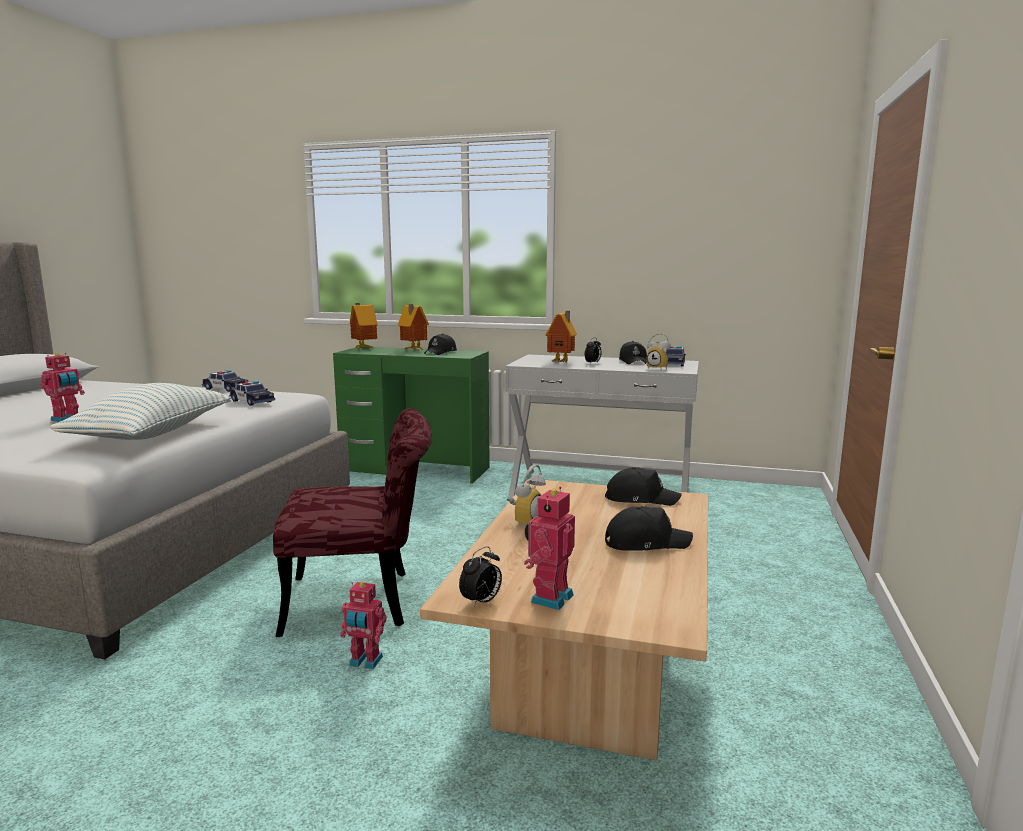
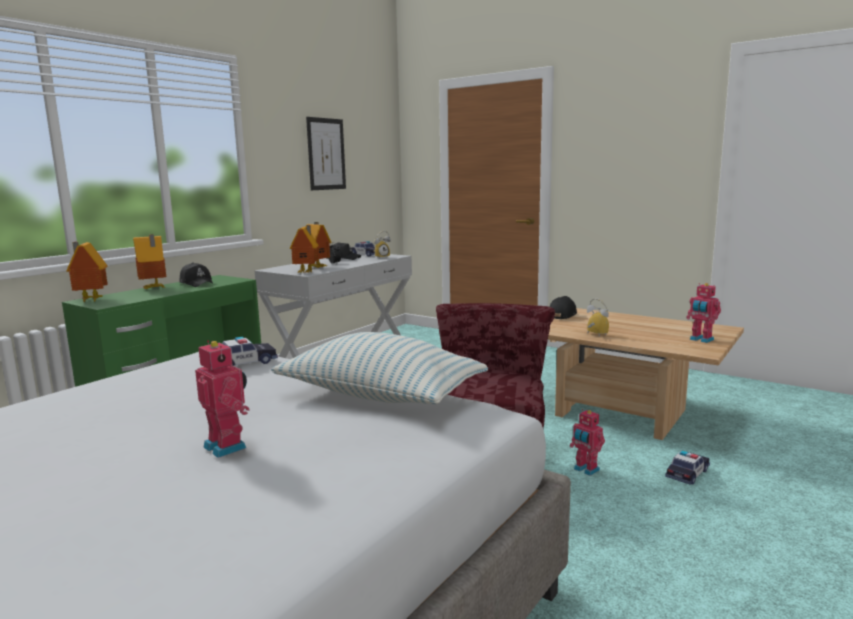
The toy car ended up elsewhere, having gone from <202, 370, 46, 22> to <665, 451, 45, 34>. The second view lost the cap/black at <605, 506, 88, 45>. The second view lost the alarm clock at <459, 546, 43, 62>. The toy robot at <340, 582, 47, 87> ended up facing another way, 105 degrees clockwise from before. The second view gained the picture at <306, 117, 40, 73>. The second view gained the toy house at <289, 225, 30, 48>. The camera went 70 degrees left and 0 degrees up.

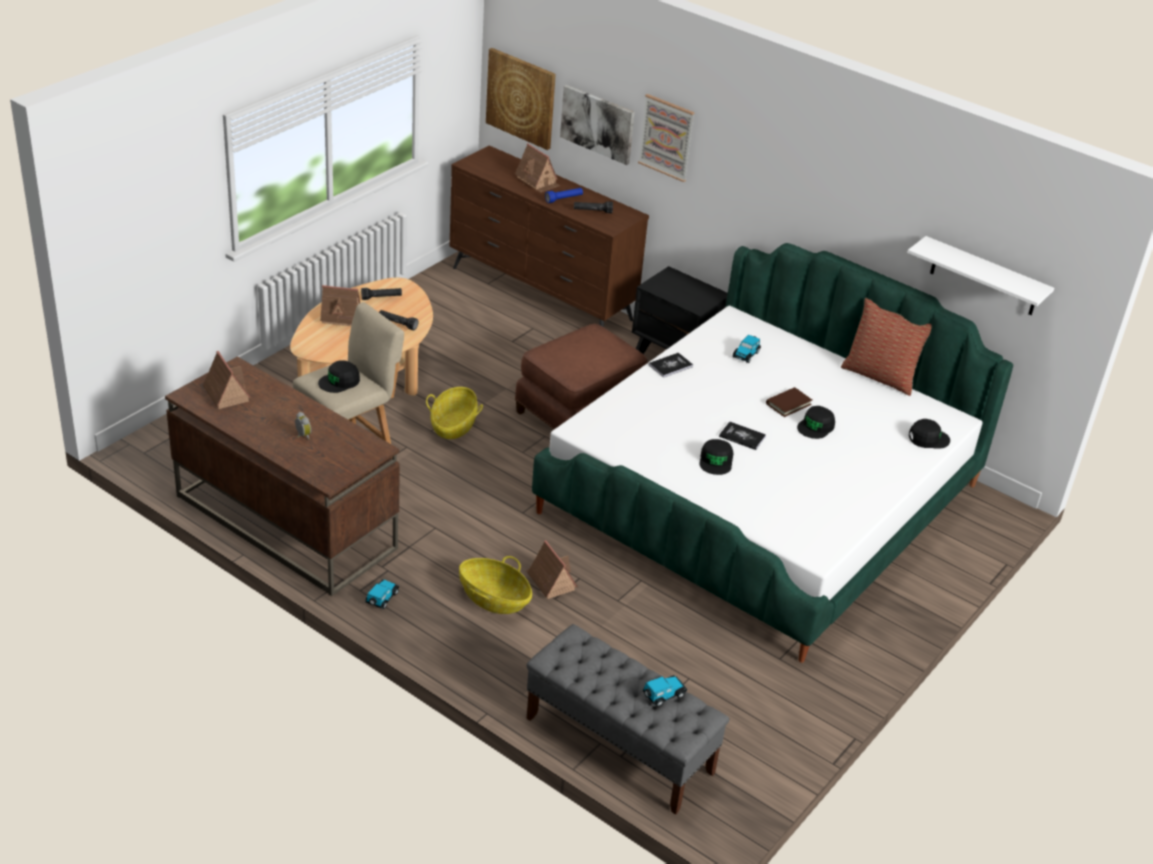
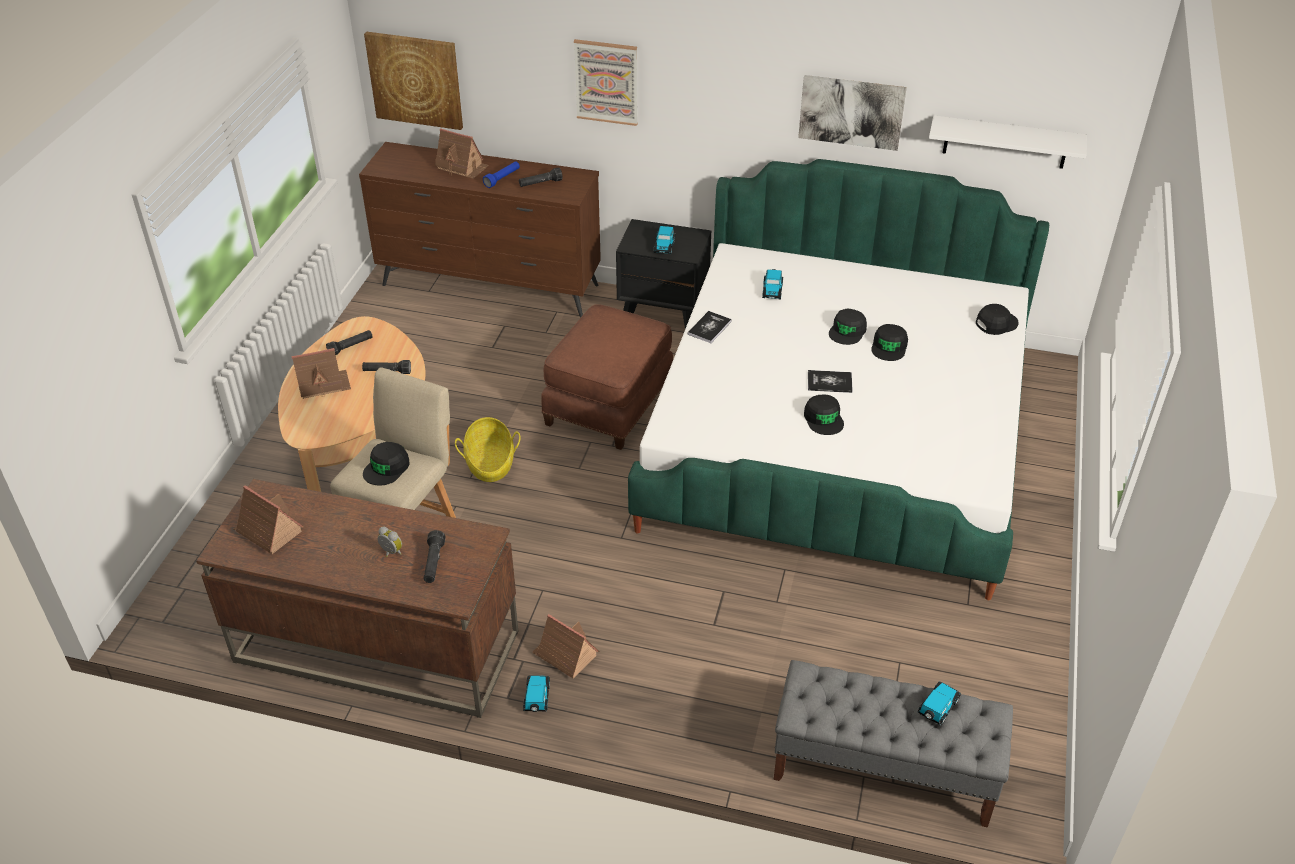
The picture ended up elsewhere, having gone from <560, 85, 75, 80> to <798, 75, 109, 76>. The second view lost the pillow at <841, 298, 91, 98>. Where the book/brown stood at <766, 387, 46, 30>, the cap/black came to stand at <829, 309, 38, 36>. The toy house ended up elsewhere, having gone from <526, 540, 52, 59> to <532, 614, 67, 65>. The second view lost the basket at <459, 556, 73, 58>. The second view gained the toy car at <654, 226, 21, 28>. The second view gained the flashlight/black at <424, 530, 22, 53>. The camera went 20 degrees left and 5 degrees up.

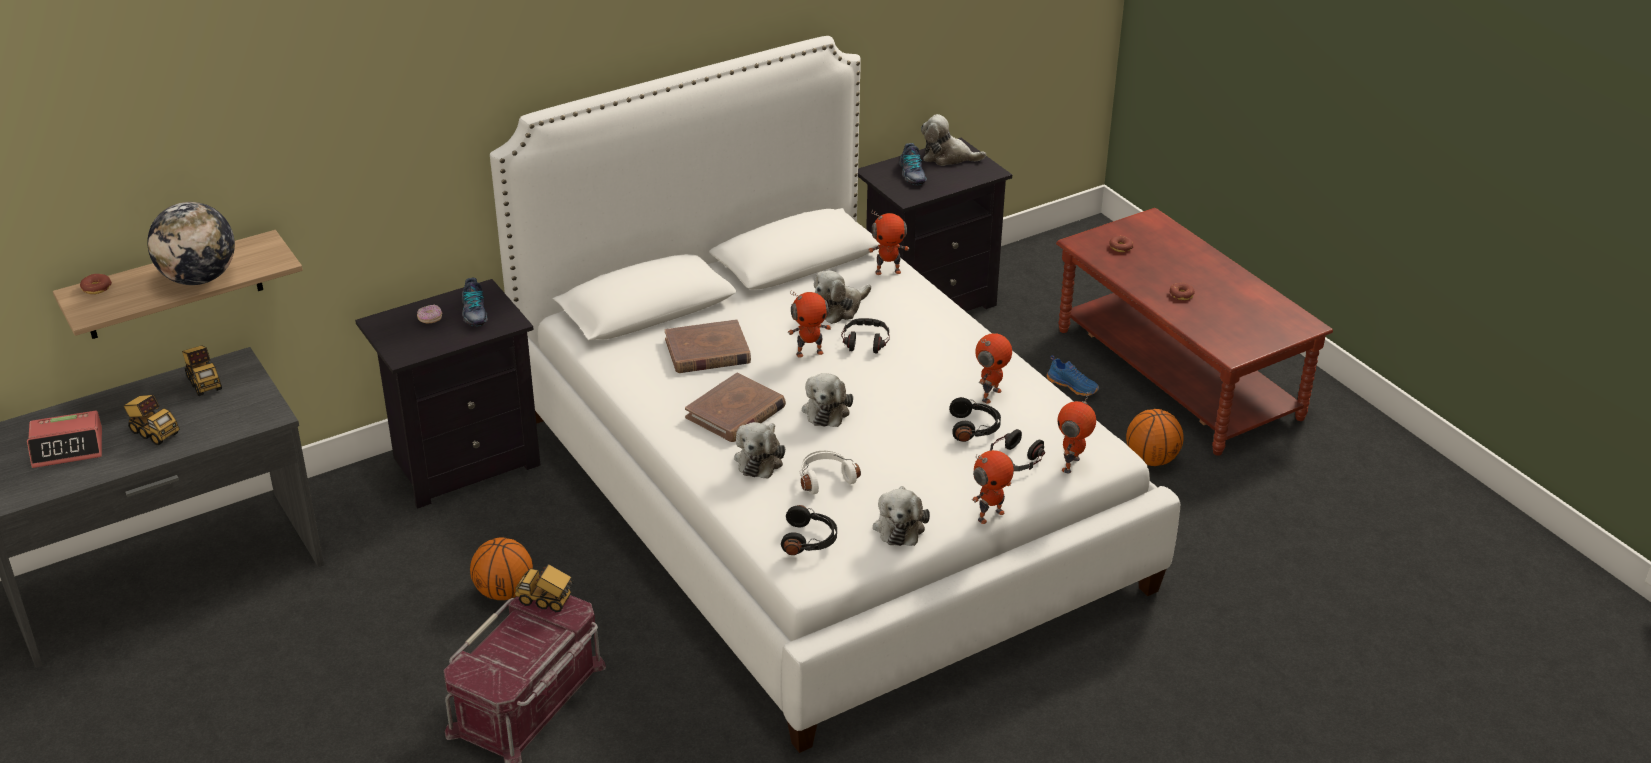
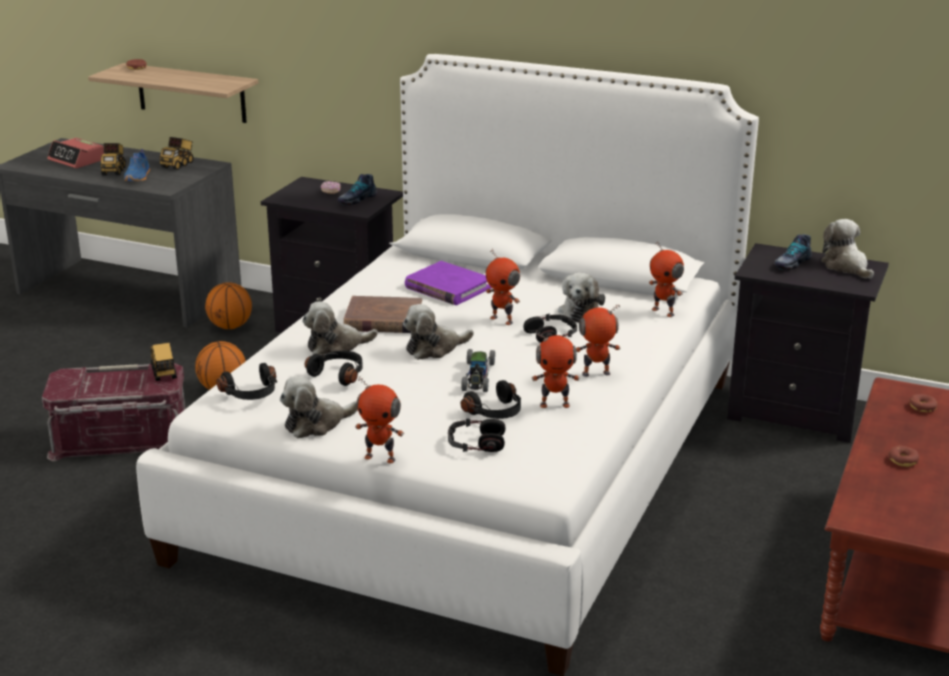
The second view lost the globe at <147, 202, 88, 83>. The plush toy at <814, 270, 57, 54> ended up facing another way, 90 degrees counterclockwise from before. What was the book/brown at <665, 319, 86, 54> turned into the book/purple at <405, 261, 87, 44>. The shoe/blue ended up elsewhere, having gone from <1047, 355, 52, 41> to <124, 149, 26, 32>. The toy robot ended up elsewhere, having gone from <1058, 391, 38, 83> to <576, 305, 45, 72>. The basketball ended up elsewhere, having gone from <1126, 409, 58, 57> to <205, 282, 47, 47>. What was the headphones/white at <799, 450, 62, 44> turned into the headphones/black at <304, 351, 59, 35>. The second view gained the toy car at <461, 349, 34, 43>. The camera went 55 degrees right and 10 degrees down.

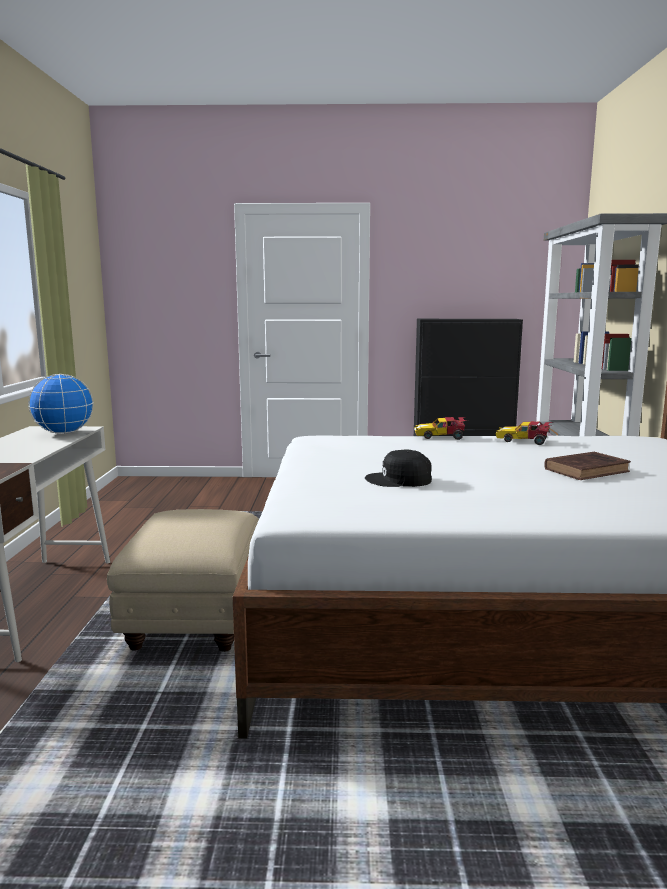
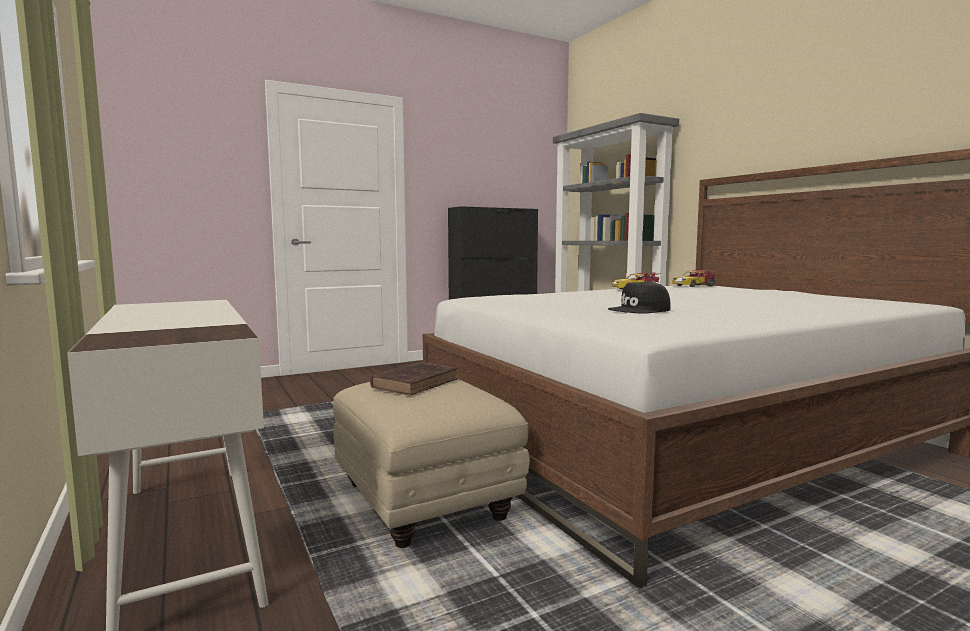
The second view lost the globe at <28, 374, 66, 60>. The toy car ended up elsewhere, having gone from <414, 417, 53, 23> to <672, 270, 43, 17>. The book/brown ended up elsewhere, having gone from <544, 452, 87, 28> to <370, 362, 88, 34>. The camera went 30 degrees left and 5 degrees down.

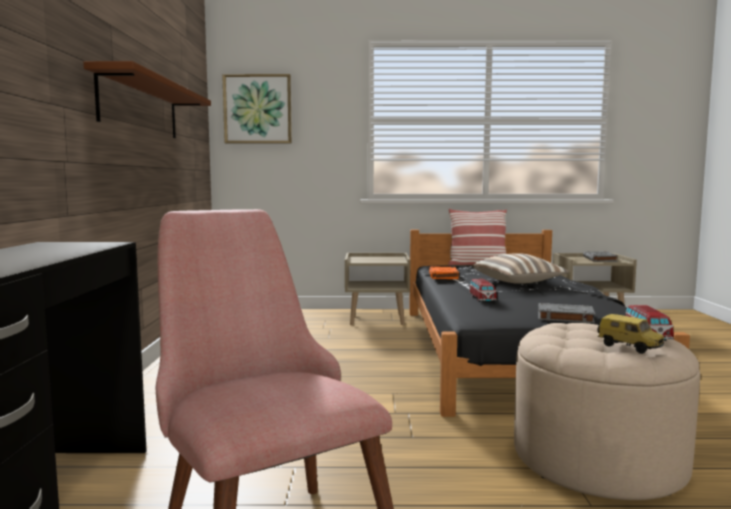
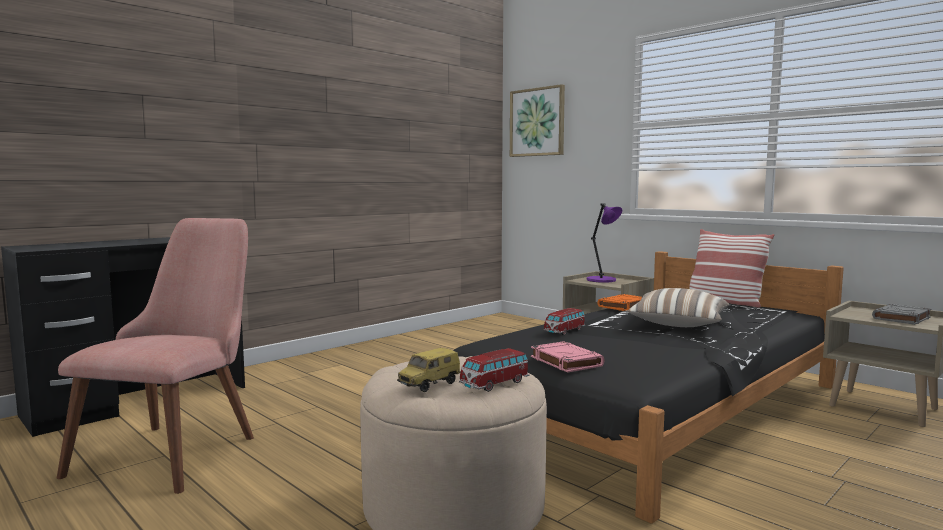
The second view lost the shelf/brown at <83, 61, 128, 77>. What was the book/grey at <538, 303, 57, 20> turned into the book/pink at <531, 341, 74, 31>. The toy car at <598, 314, 66, 40> ended up facing another way, 45 degrees clockwise from before. The second view gained the table lamp/purple at <586, 203, 36, 80>. The camera went 45 degrees right and 0 degrees up.

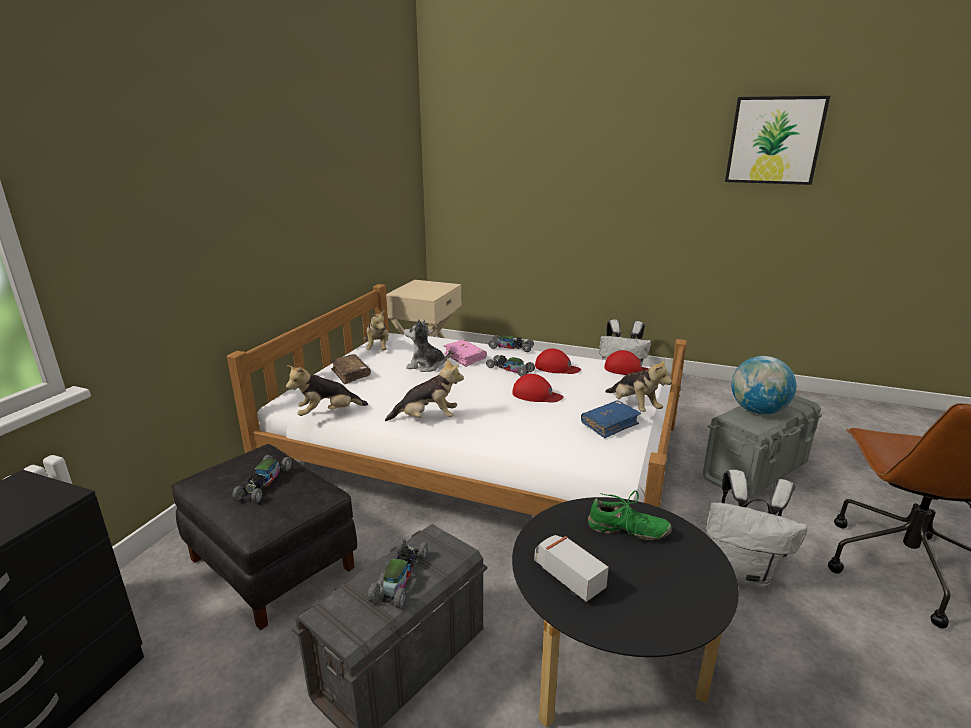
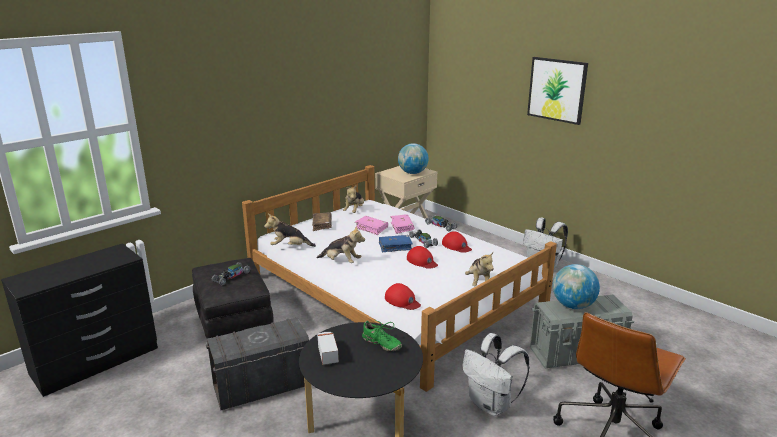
The picture ended up elsewhere, having gone from <725, 96, 105, 89> to <527, 57, 61, 68>. Where the plush toy stood at <404, 319, 47, 53>, the book/pink came to stand at <355, 216, 33, 19>. The cap/red ended up elsewhere, having gone from <604, 350, 45, 25> to <385, 283, 36, 27>. The book/blue ended up elsewhere, having gone from <581, 401, 60, 37> to <379, 235, 34, 17>. The second view lost the toy car at <368, 539, 60, 69>. The second view gained the globe at <398, 143, 31, 31>. The camera went 25 degrees right and 0 degrees up.

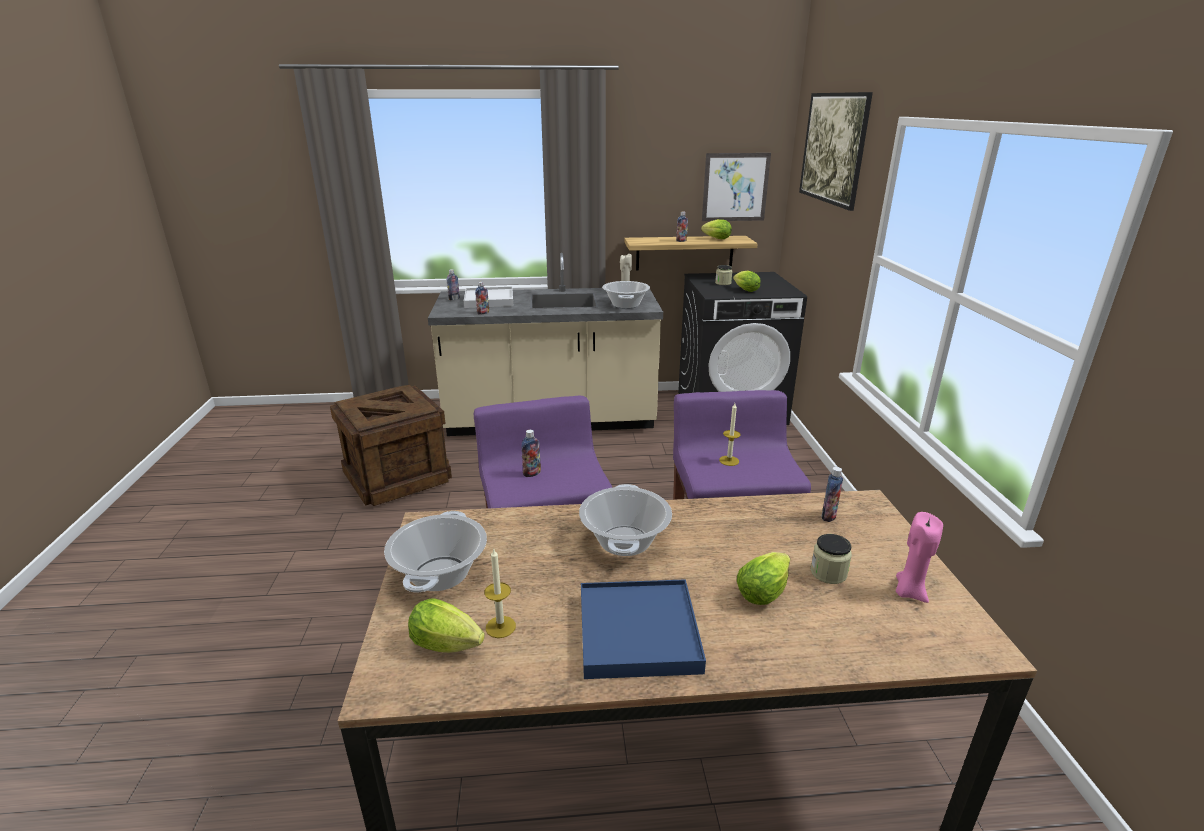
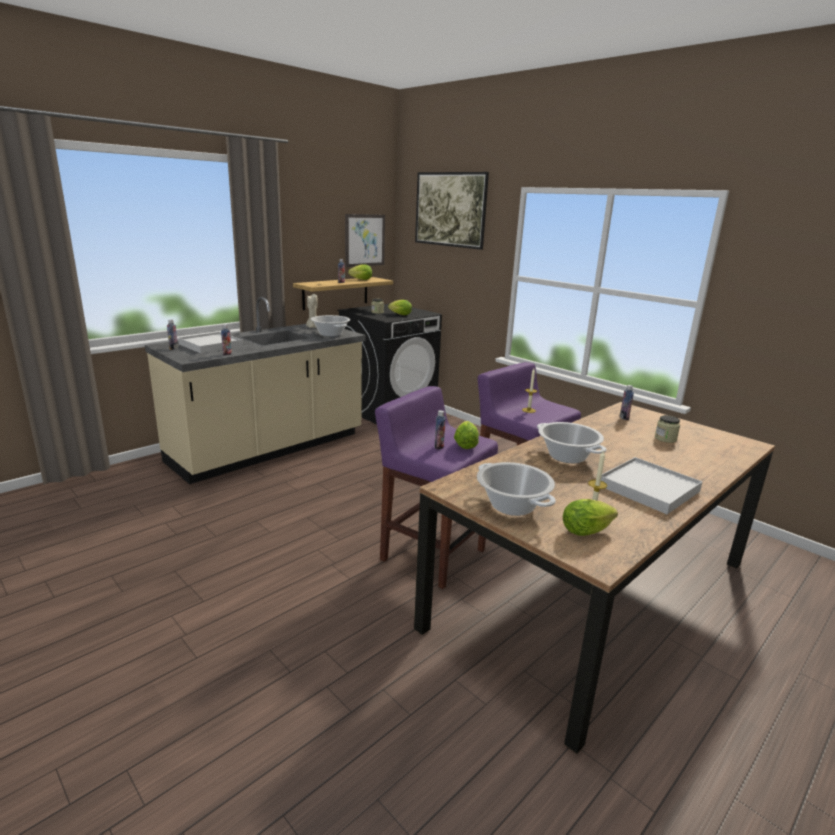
The second view lost the crate at <330, 385, 122, 121>. The second view lost the candle/pink at <896, 512, 47, 91>. The lettuce ended up elsewhere, having gone from <737, 552, 53, 53> to <454, 421, 25, 28>. What was the tray/blue at <581, 579, 125, 100> turned into the tray/white at <601, 457, 102, 57>. The camera went 40 degrees left and 5 degrees down.

